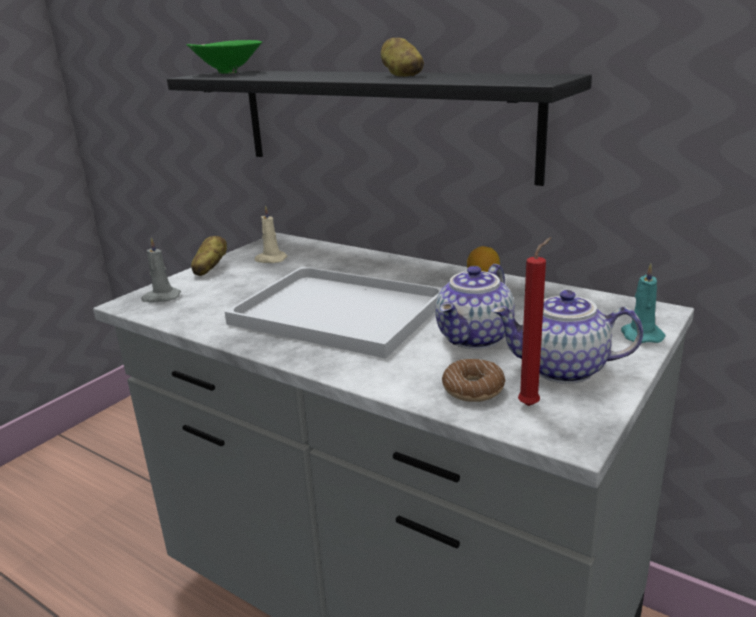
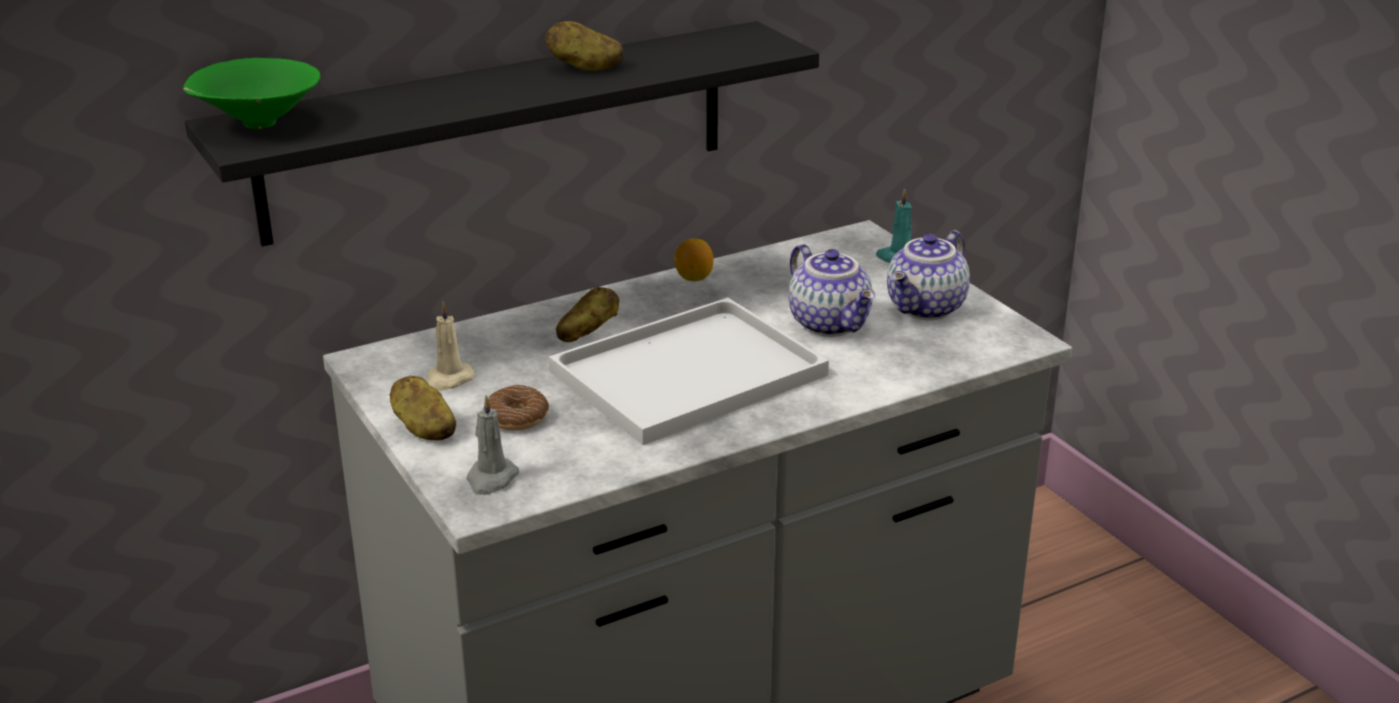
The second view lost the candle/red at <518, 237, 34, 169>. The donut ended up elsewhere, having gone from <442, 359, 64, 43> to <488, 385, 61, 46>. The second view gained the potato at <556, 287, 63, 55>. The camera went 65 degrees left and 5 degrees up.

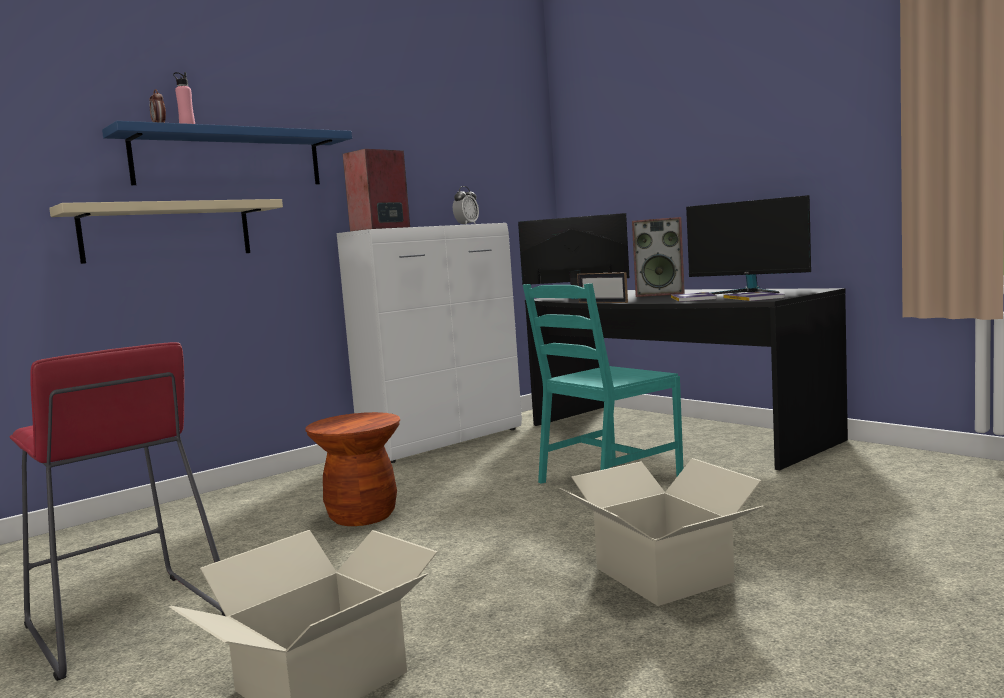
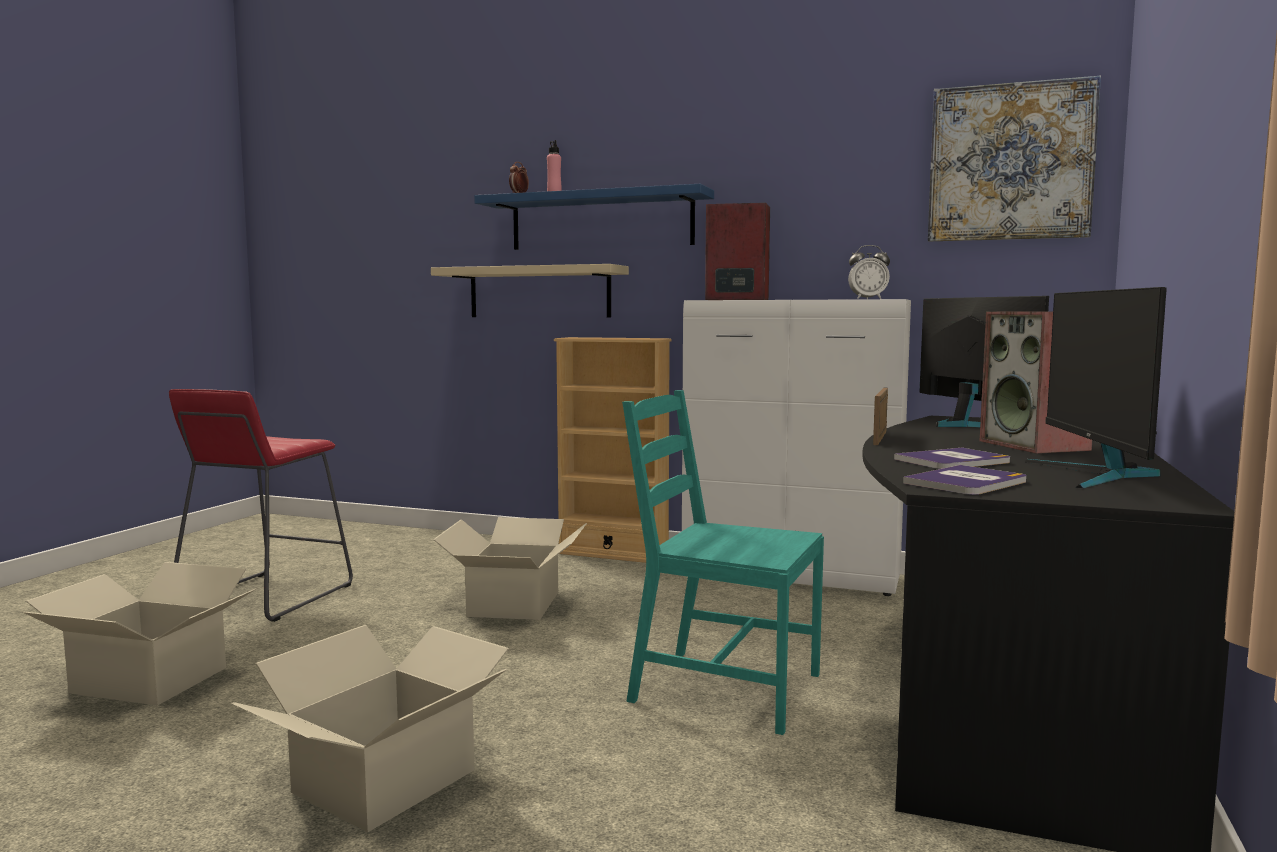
Where the stool/brown stood at <305, 412, 95, 114>, the cardboard box came to stand at <433, 517, 154, 103>. The second view gained the picture at <928, 75, 173, 166>. The second view gained the bookcase/beige at <554, 337, 118, 226>. The camera went 60 degrees right and 0 degrees up.

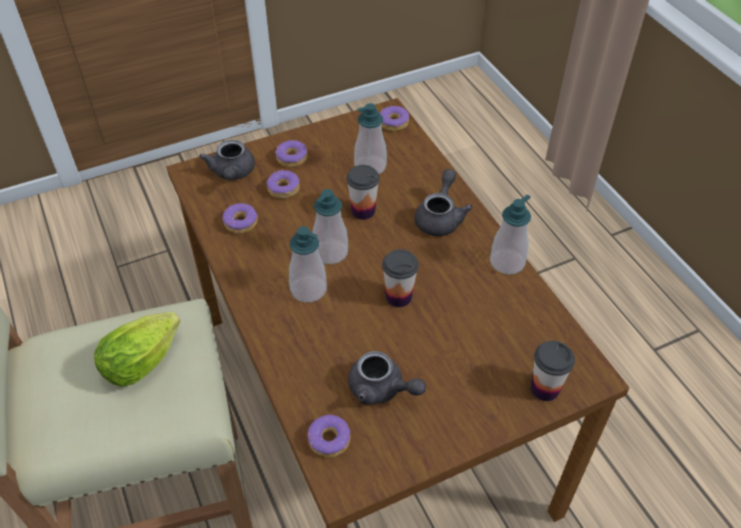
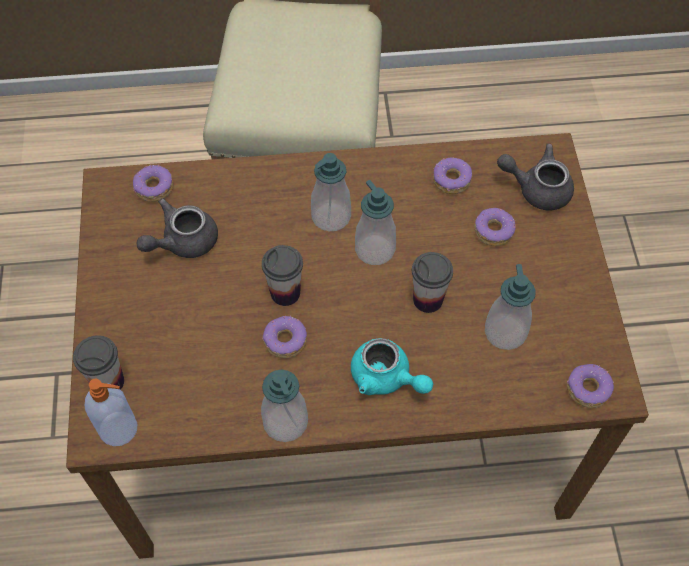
The donut ended up elsewhere, having gone from <275, 140, 33, 27> to <262, 316, 45, 42>. What was the teapot/grey at <415, 169, 58, 67> turned into the teapot/turquoise at <351, 338, 82, 57>. The second view lost the lettuce at <94, 312, 86, 75>. The second view gained the soap dispenser at <85, 379, 52, 67>. The camera went 110 degrees right and 10 degrees up.

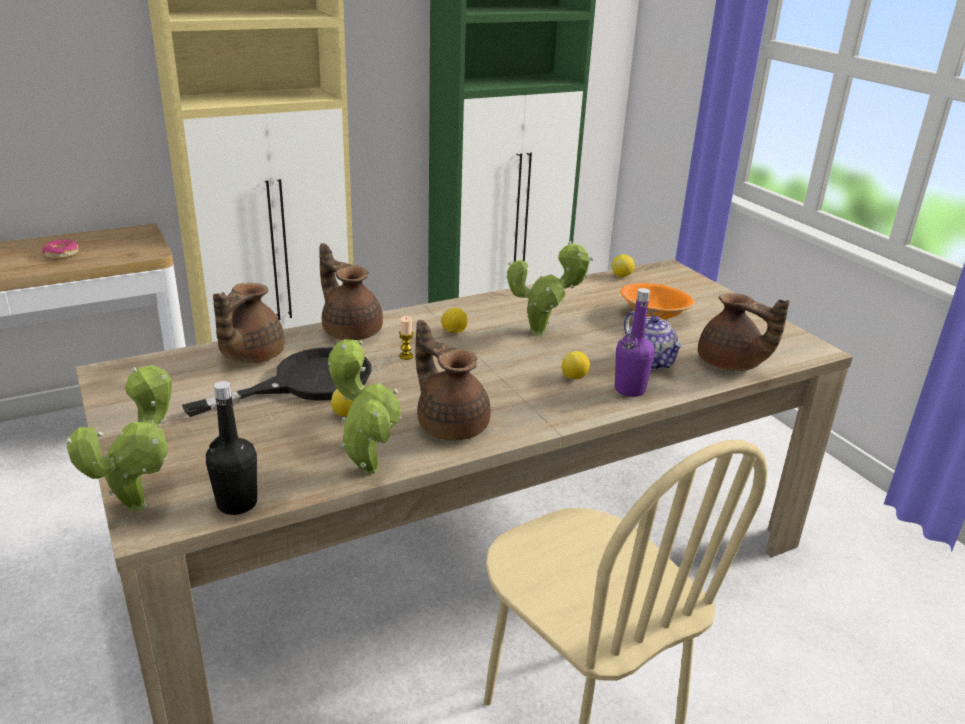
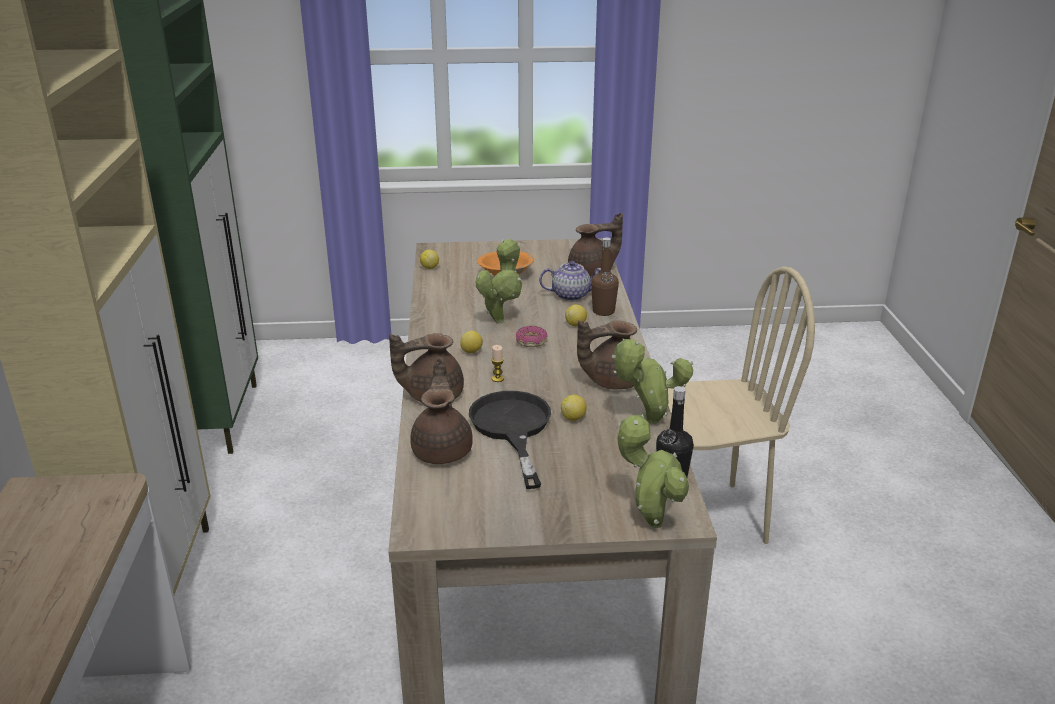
The donut ended up elsewhere, having gone from <42, 239, 37, 20> to <516, 326, 31, 21>. The teapot/brown at <213, 283, 71, 80> ended up facing another way, 135 degrees counterclockwise from before. What was the bottle/purple at <615, 288, 40, 109> turned into the bottle/brown at <591, 237, 28, 79>. The camera went 65 degrees left and 0 degrees up.

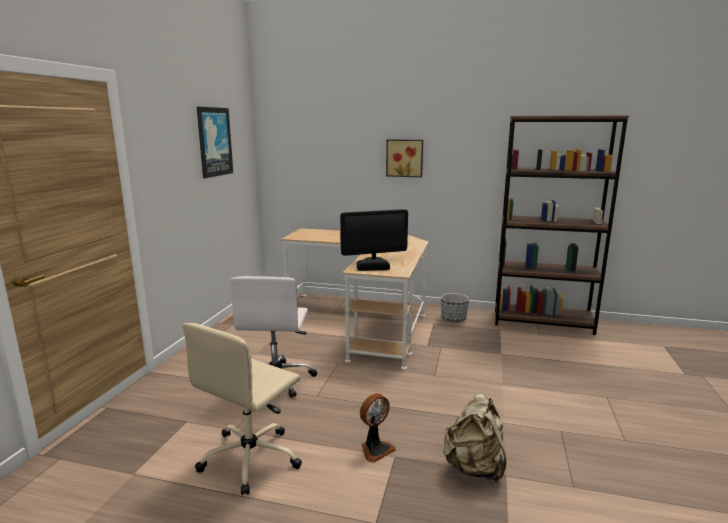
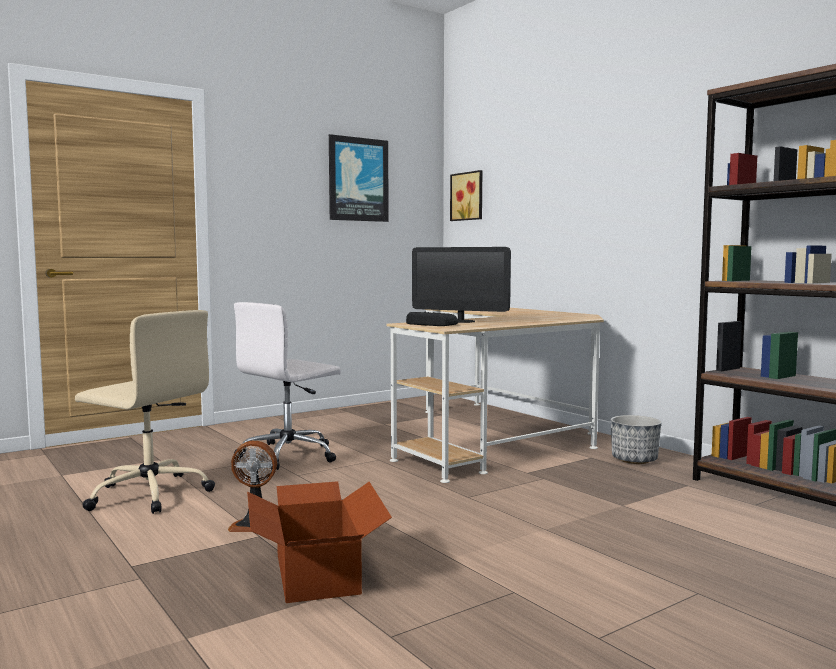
The picture ended up elsewhere, having gone from <386, 139, 37, 38> to <450, 170, 32, 51>. The office chair/beige at <182, 323, 120, 172> ended up facing another way, 135 degrees counterclockwise from before. Where the backpack/beige stood at <443, 394, 63, 88>, the cardboard box came to stand at <247, 481, 145, 122>. The camera went 40 degrees right and 10 degrees down.

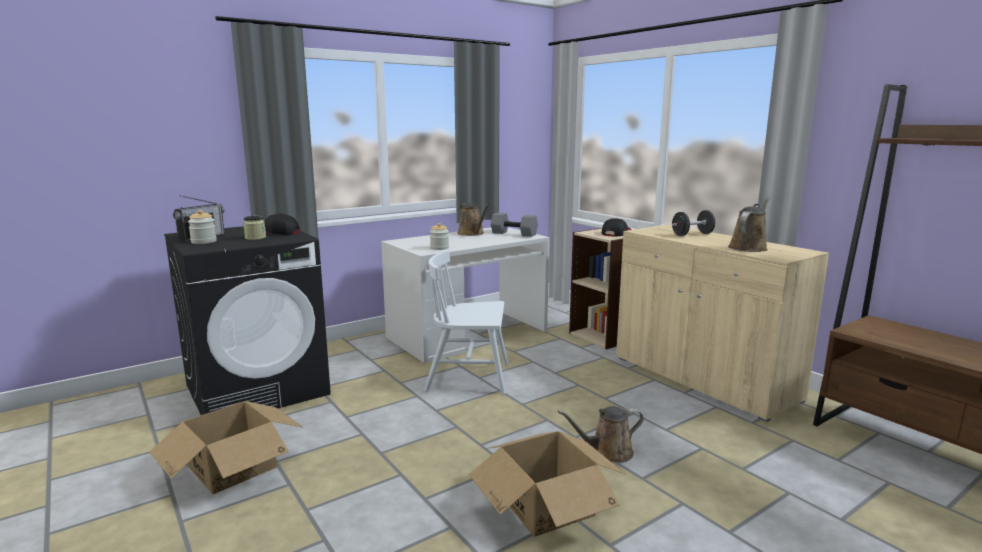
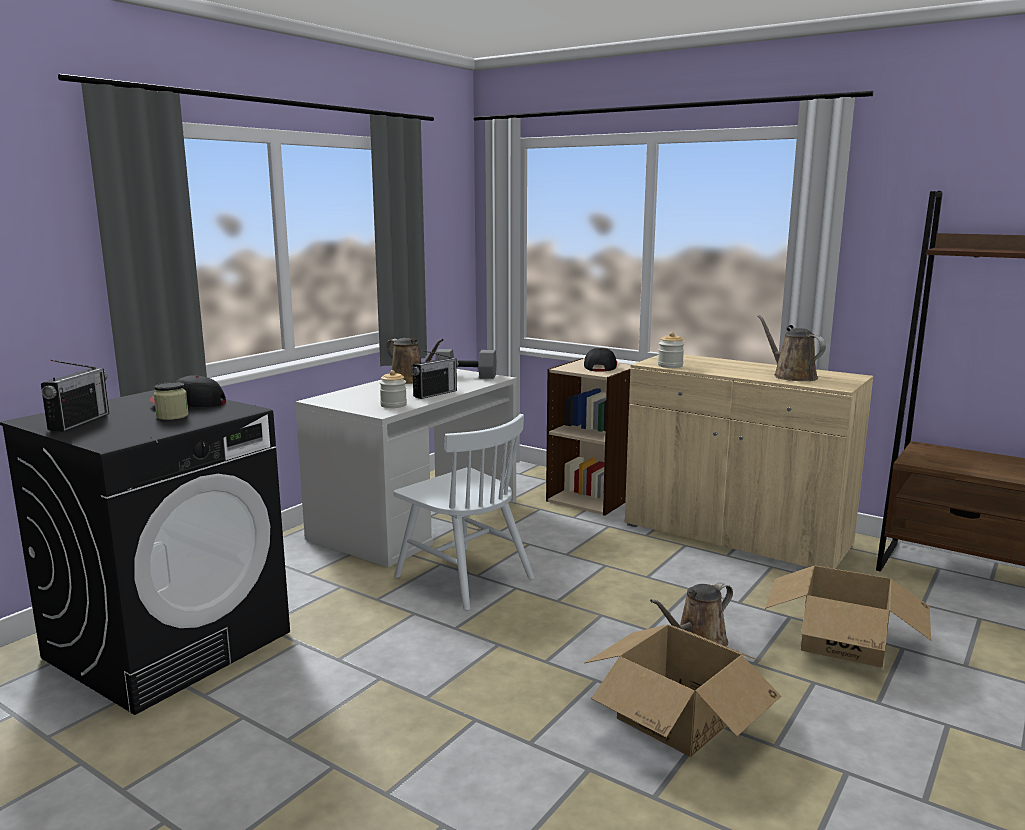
The watering can/brown at <728, 196, 42, 56> ended up facing another way, 45 degrees counterclockwise from before. The jar ended up elsewhere, having gone from <188, 210, 29, 34> to <658, 332, 26, 36>. The second view lost the dumbbell/black at <672, 210, 43, 26>. The chair/white at <424, 250, 84, 144> ended up facing another way, 120 degrees counterclockwise from before. The cardboard box ended up elsewhere, having gone from <149, 401, 155, 93> to <765, 565, 166, 103>. The second view gained the radio at <412, 349, 47, 50>. The camera went 20 degrees left and 0 degrees up.

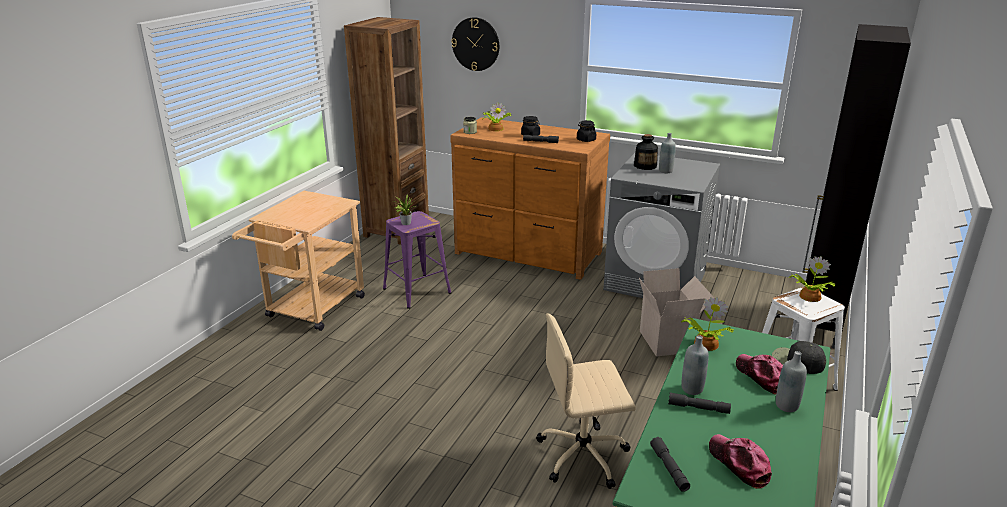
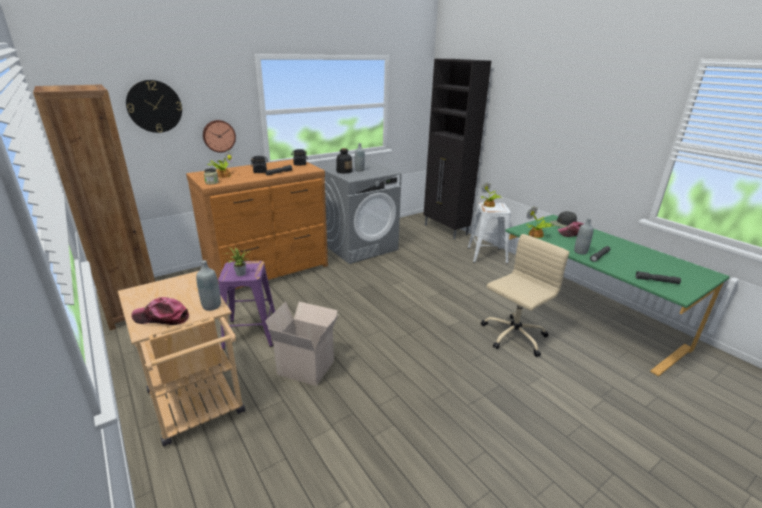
The cardboard box ended up elsewhere, having gone from <639, 268, 75, 89> to <265, 302, 73, 84>. The office chair/beige at <536, 313, 100, 176> ended up facing another way, 150 degrees counterclockwise from before. The bottle/grey ended up elsewhere, having gone from <776, 351, 31, 61> to <196, 260, 25, 51>. The cap ended up elsewhere, having gone from <709, 434, 63, 55> to <132, 297, 57, 28>. The second view gained the wall clock at <203, 120, 33, 33>. The camera went 60 degrees left and 0 degrees up.

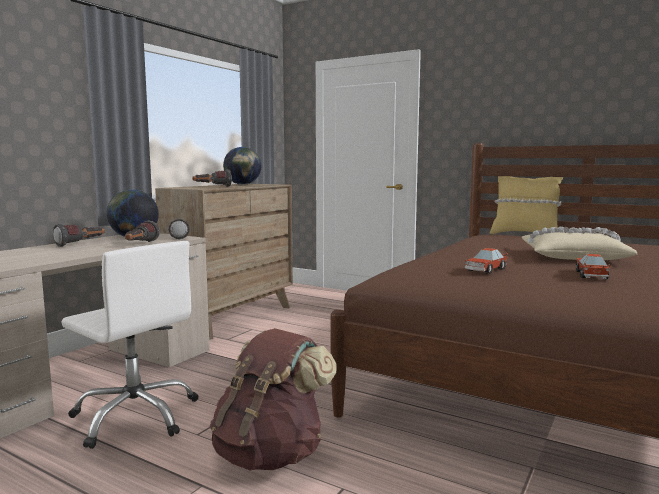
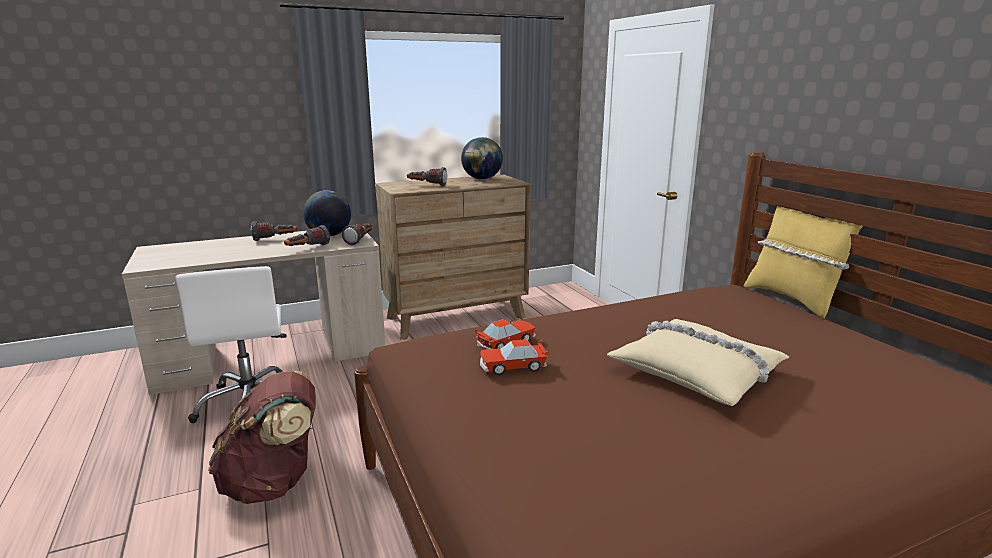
The toy car ended up elsewhere, having gone from <576, 254, 34, 25> to <475, 319, 61, 31>. The camera went 35 degrees right and 10 degrees up.

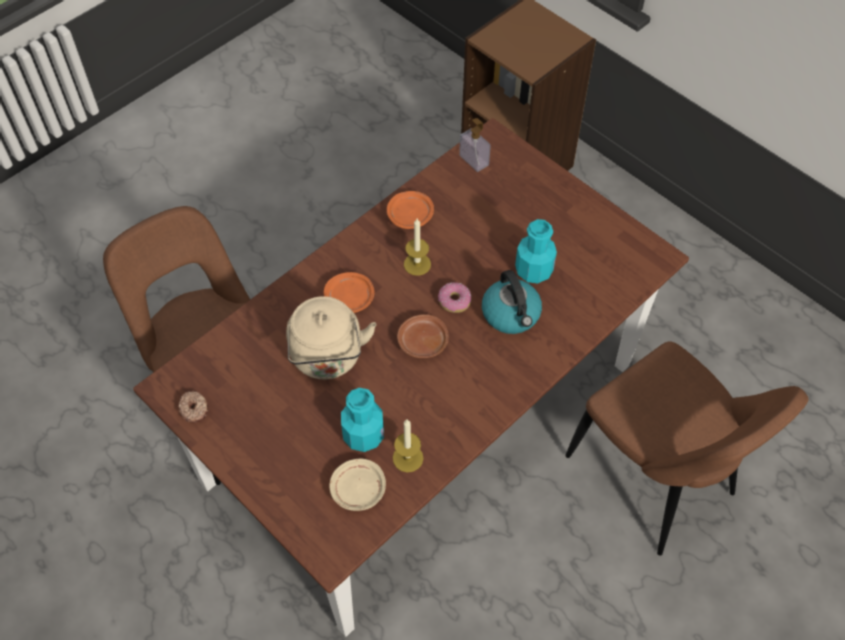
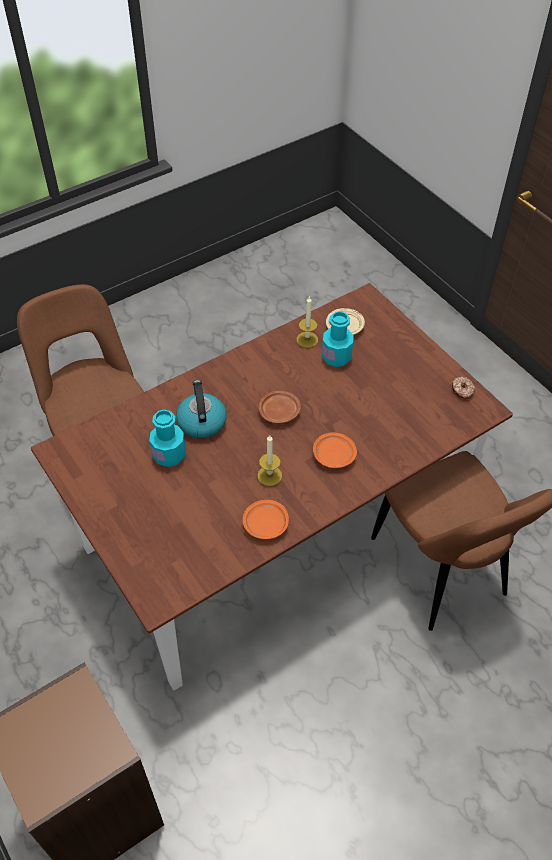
The second view lost the soap dispenser at <459, 118, 32, 54>. The second view lost the donut at <438, 282, 34, 31>. The second view lost the kettle/beige at <286, 296, 90, 83>. The camera went 170 degrees left and 5 degrees down.

